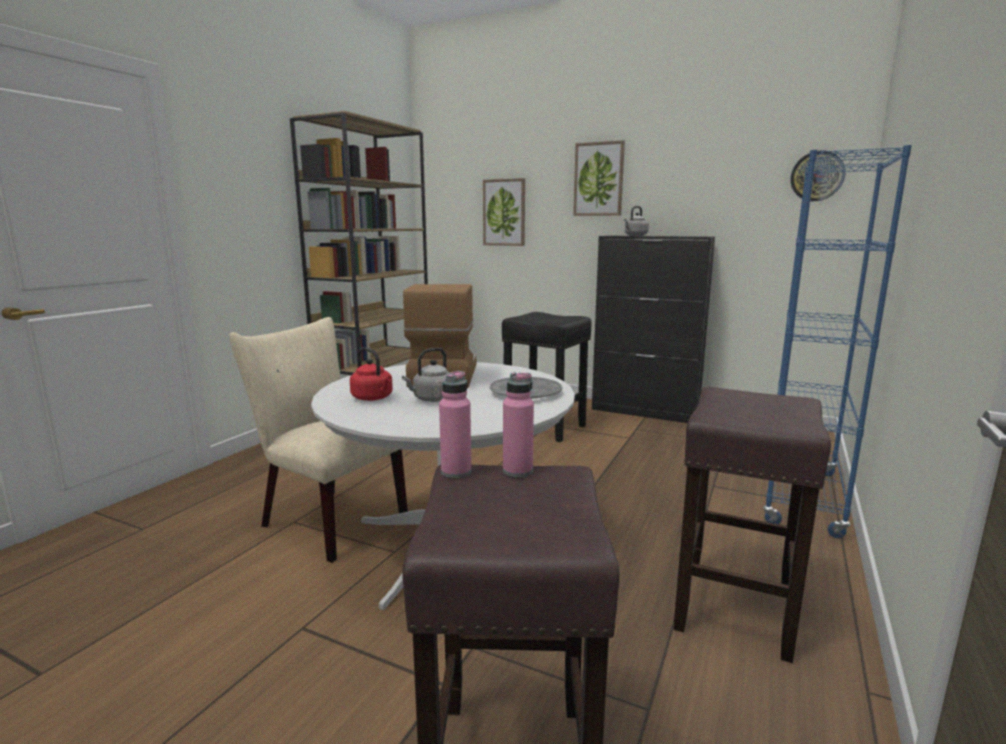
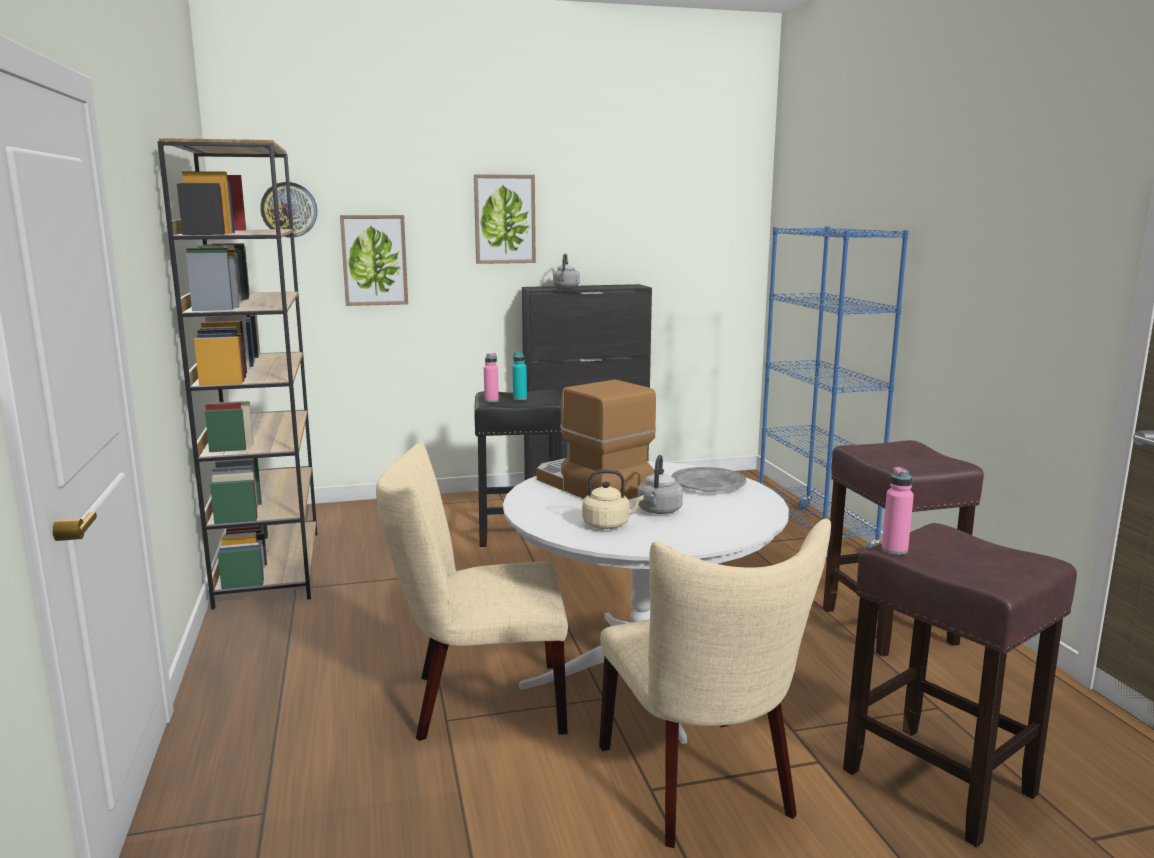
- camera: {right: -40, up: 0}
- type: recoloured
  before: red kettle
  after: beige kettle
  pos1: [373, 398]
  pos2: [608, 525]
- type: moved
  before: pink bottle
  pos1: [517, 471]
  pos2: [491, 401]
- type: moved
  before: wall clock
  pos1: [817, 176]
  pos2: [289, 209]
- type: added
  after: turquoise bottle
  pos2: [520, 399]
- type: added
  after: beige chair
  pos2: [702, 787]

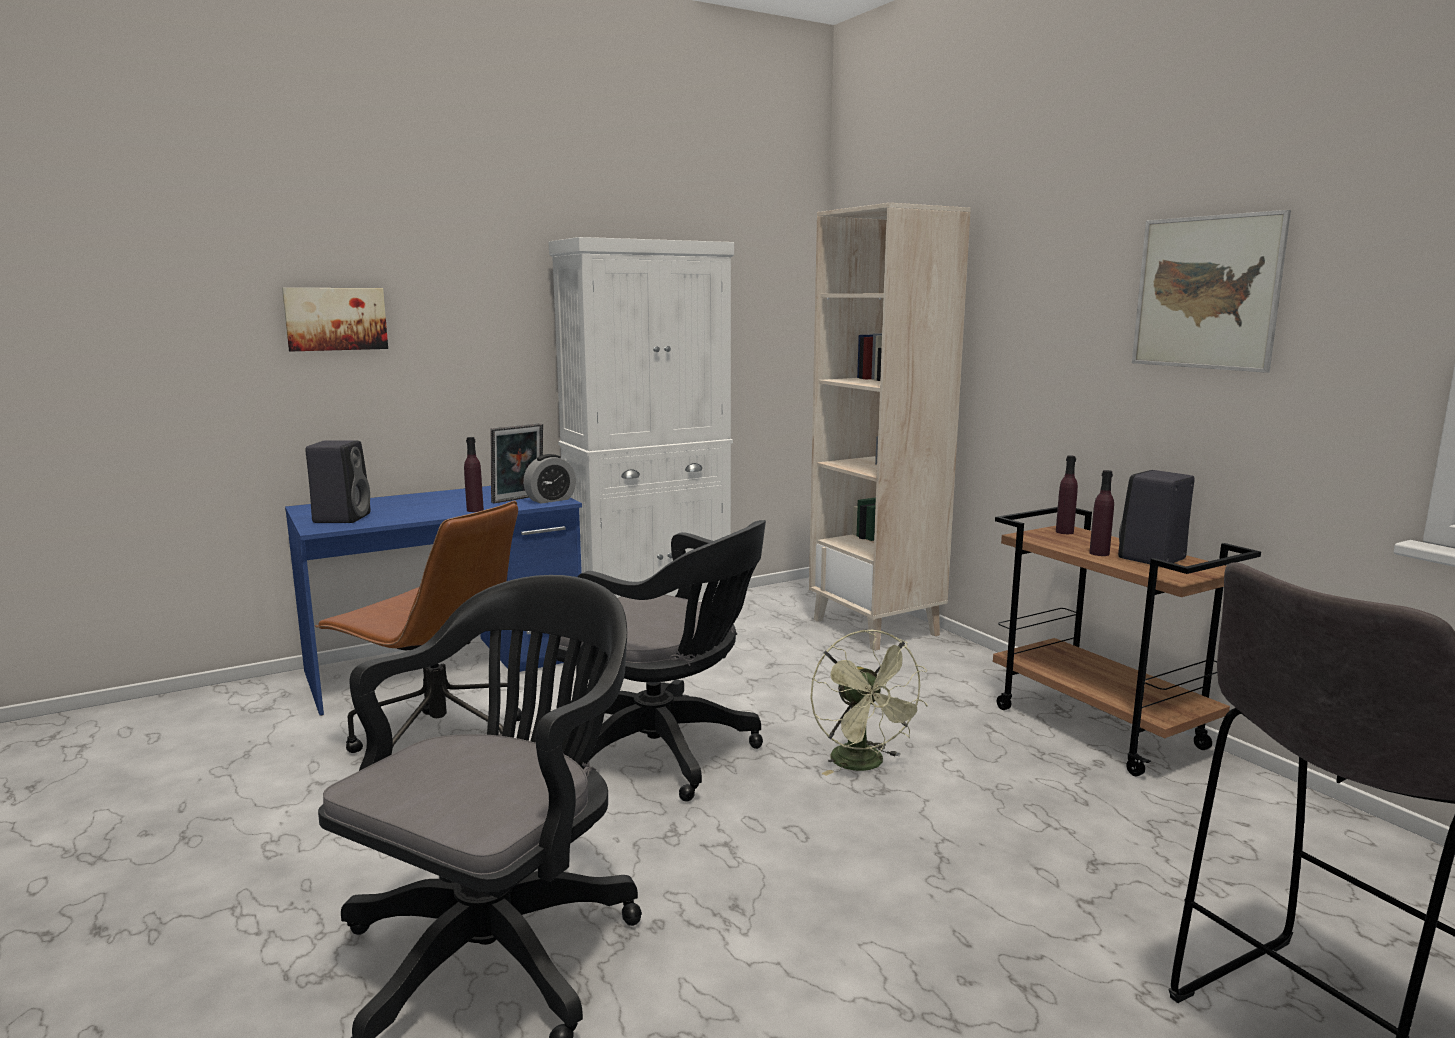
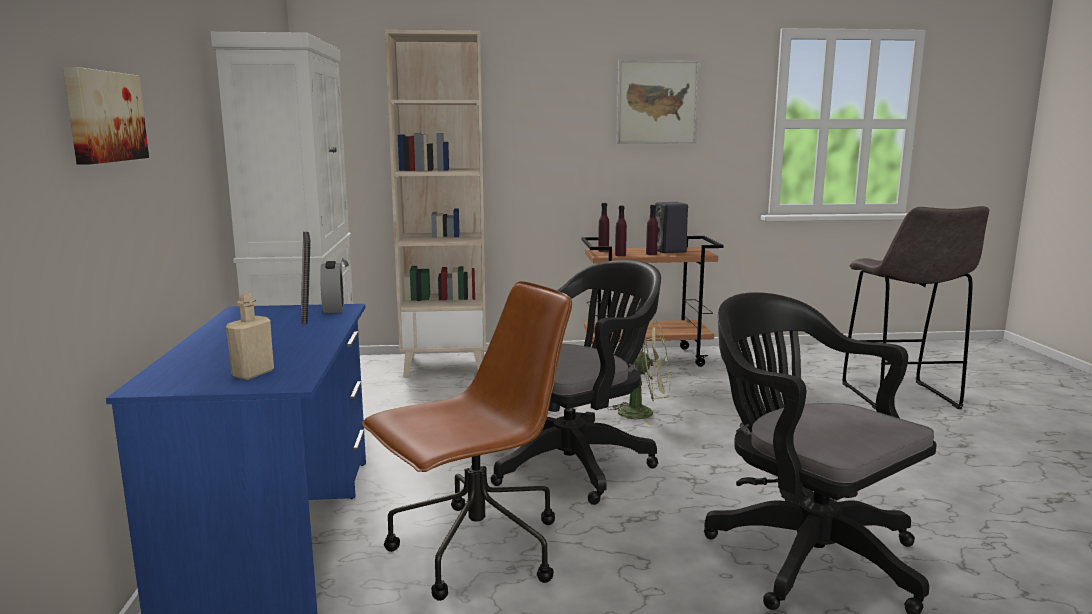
- camera: {right: -65, up: 0}
- type: replaced
  before: black speaker
  after: beige bottle
  pos1: [342, 518]
  pos2: [253, 373]
- type: moved
  before: purple bottle
  pos1: [475, 510]
  pos2: [620, 255]

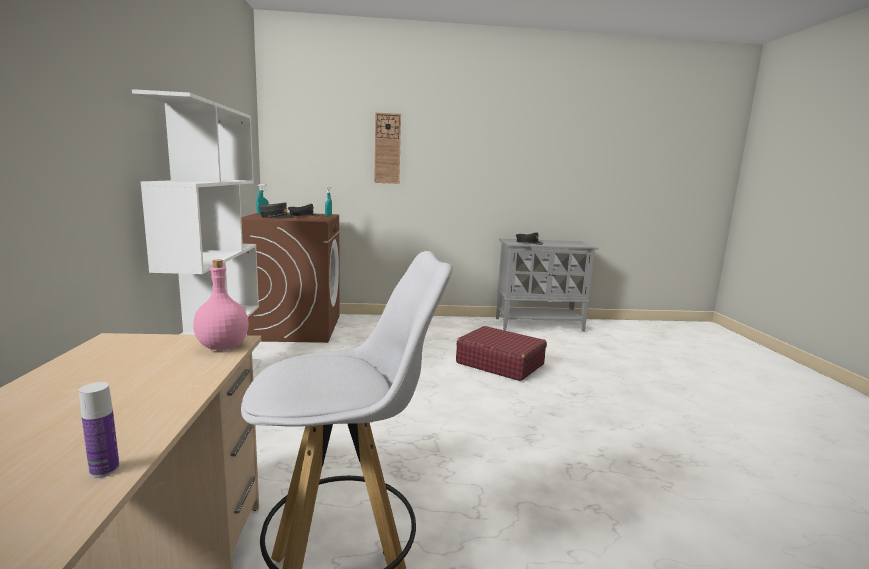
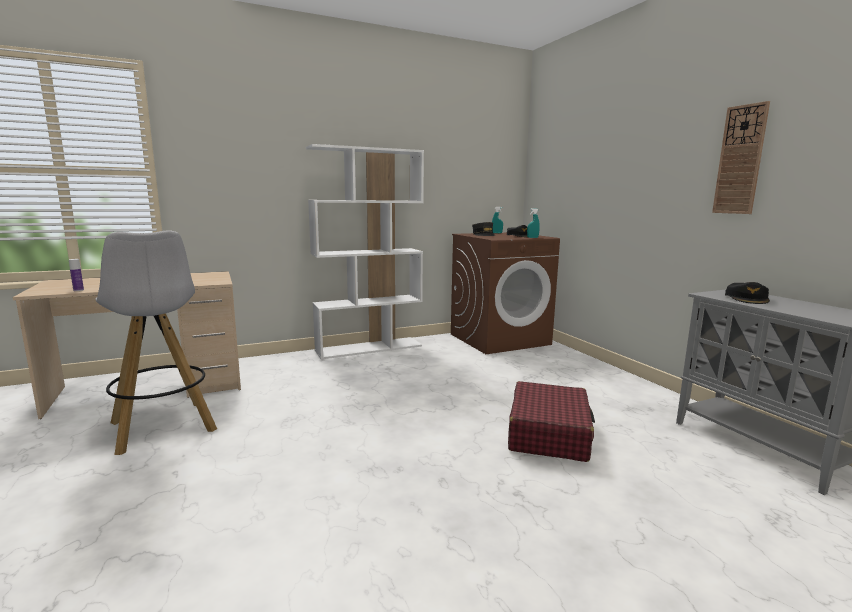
- camera: {right: 70, up: 0}
- type: removed
  before: pink bottle
  pos1: [223, 346]
- type: moved
  before: wall clock
  pos1: [387, 148]
  pos2: [740, 160]

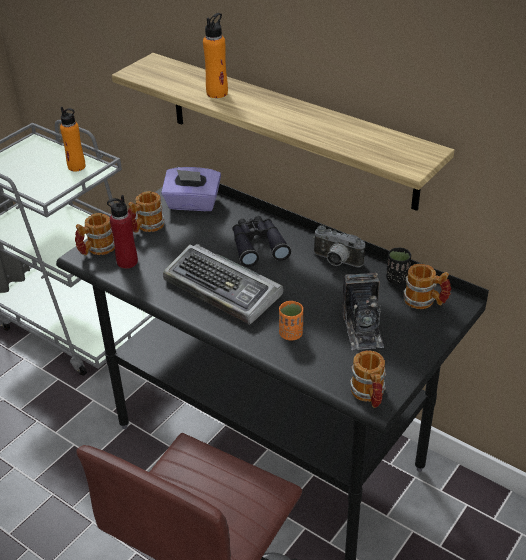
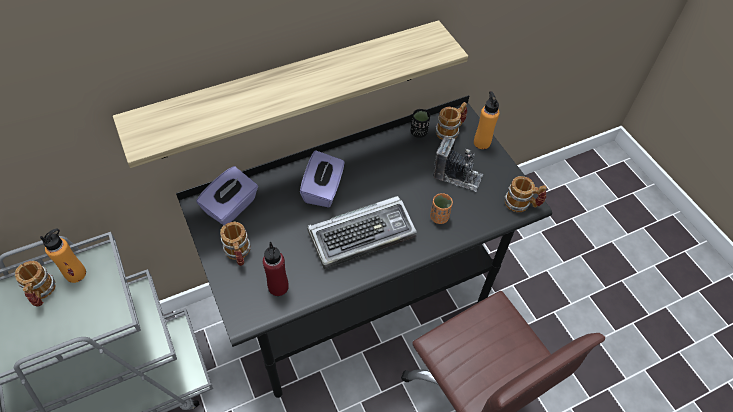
- camera: {right: -65, up: 15}
- type: moved
  before: mug
  pos1: [96, 250]
  pos2: [41, 293]
- type: moved
  before: orange bottle
  pos1: [217, 93]
  pos2: [482, 142]
- type: replaced
  before: black binoculars
  after: purple tissue box
  pos1: [258, 245]
  pos2: [323, 190]
- type: removed
  before: photo camera
  pos1: [336, 262]

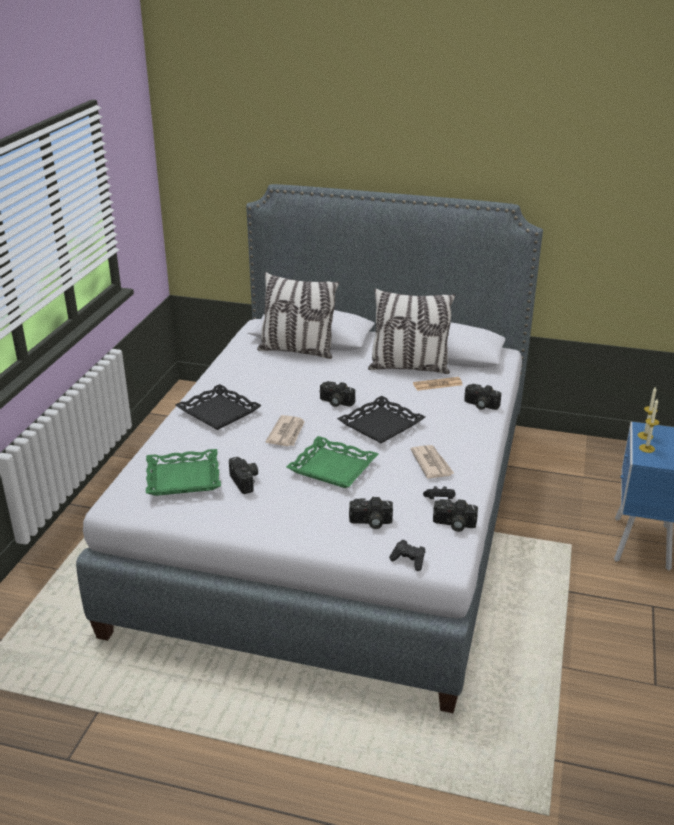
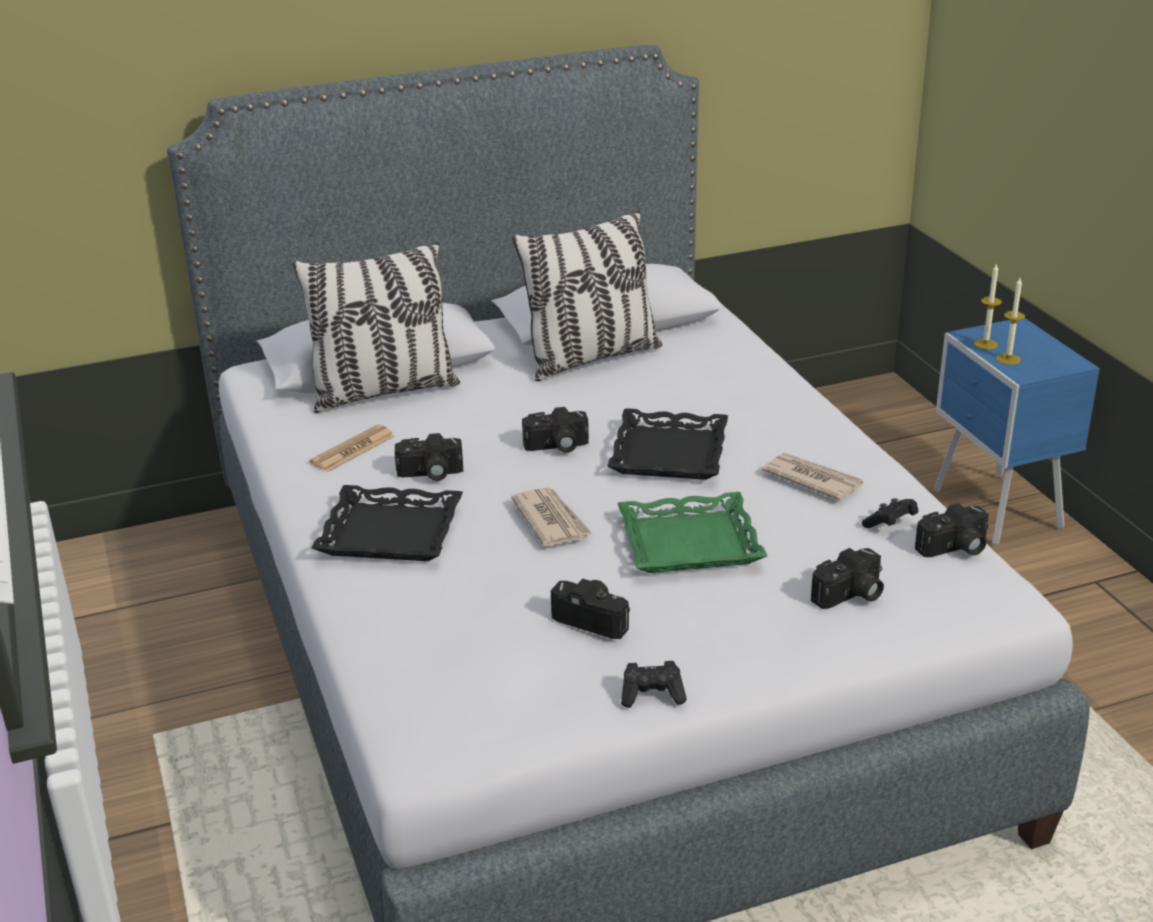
- camera: {right: -35, up: 0}
- type: removed
  before: green tray
  pos1: [183, 478]
- type: moved
  before: black game controller
  pos1: [409, 561]
  pos2: [652, 695]
- type: moved
  before: newspaper
  pos1: [437, 384]
  pos2: [353, 449]
- type: moved
  before: photo camera
  pos1: [480, 405]
  pos2: [430, 474]

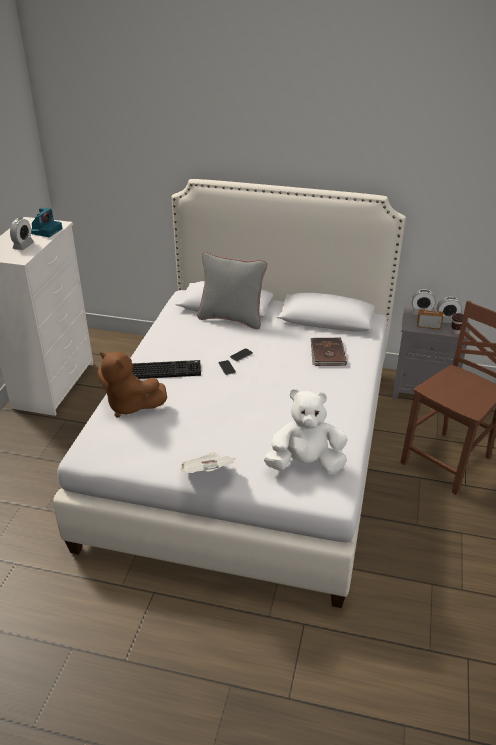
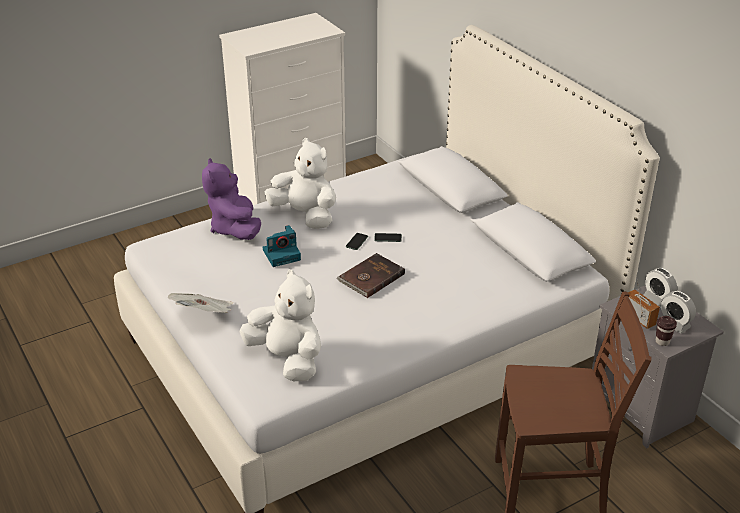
- camera: {right: 45, up: 0}
- type: removed
  before: alarm clock
  pos1: [23, 246]
- type: moved
  before: photo camera
  pos1: [45, 230]
  pos2: [282, 254]
- type: recoloured
  before: brown plush toy
  after: purple plush toy
  pos1: [129, 405]
  pos2: [235, 228]
- type: replaced
  before: keyboard
  after: white plush toy
  pos1: [165, 370]
  pos2: [305, 215]
- type: removed
  before: grey pillow
  pos1: [231, 318]
- type: moved
  before: brown book
  pos1: [327, 354]
  pos2: [370, 277]

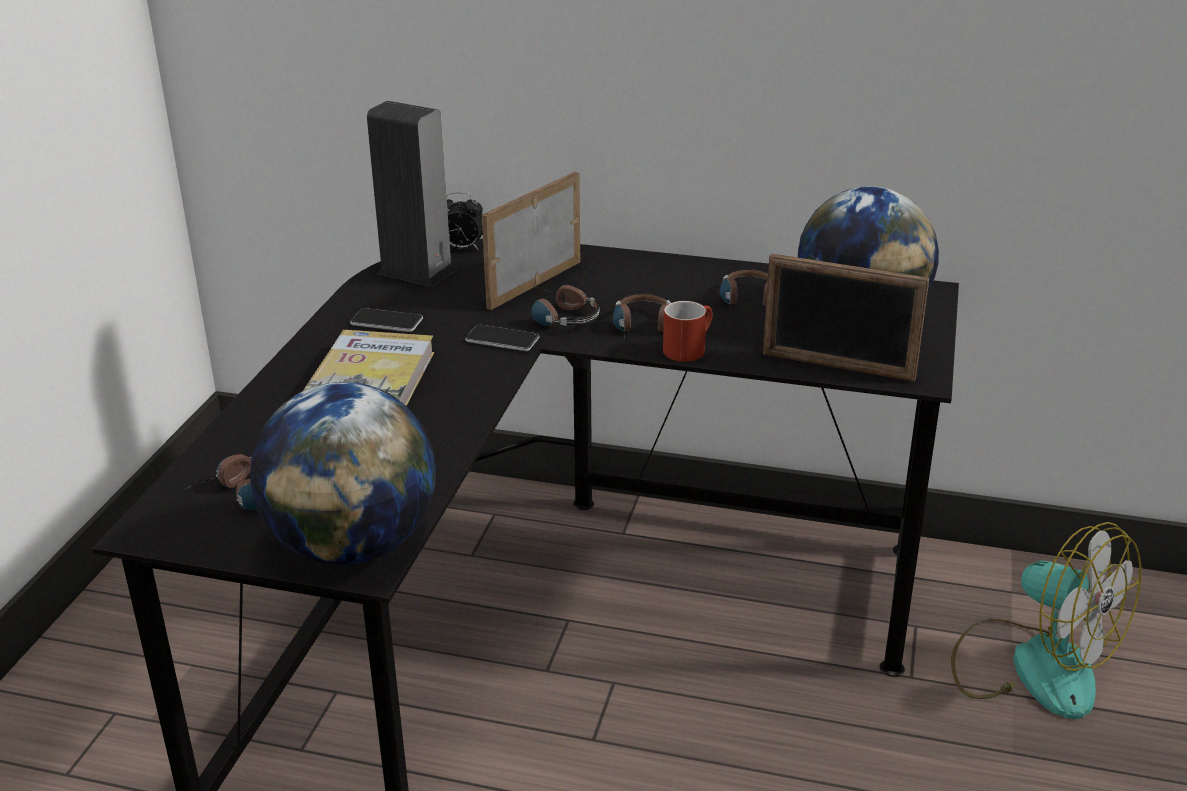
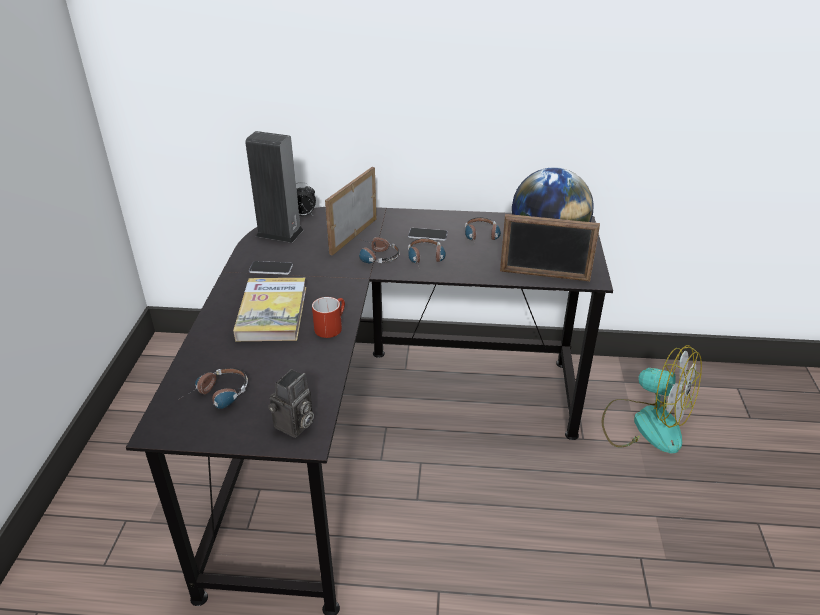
- camera: {right: -10, up: 5}
- type: replaced
  before: globe
  after: photo camera
  pos1: [353, 545]
  pos2: [294, 426]
- type: moved
  before: phone
  pos1: [502, 339]
  pos2: [427, 235]
- type: moved
  before: red mug
  pos1: [688, 348]
  pos2: [331, 326]

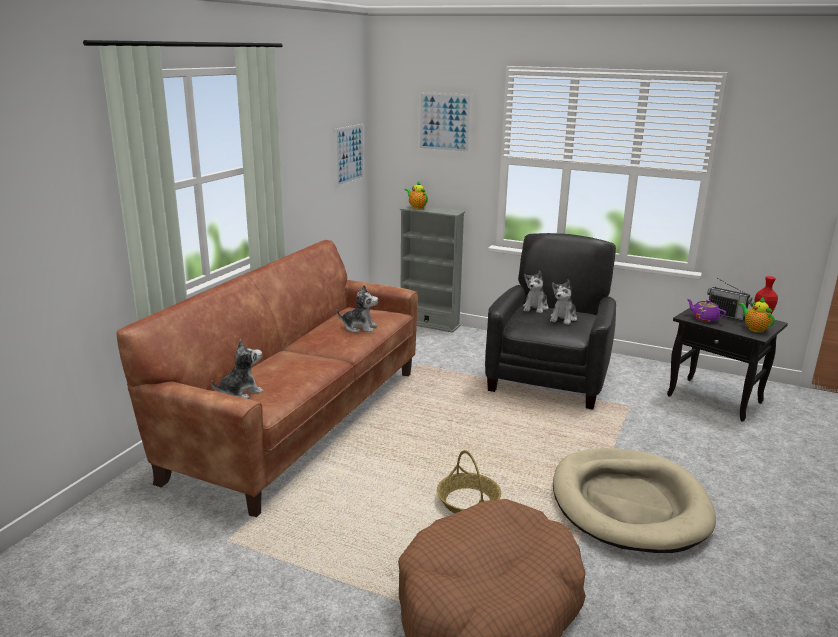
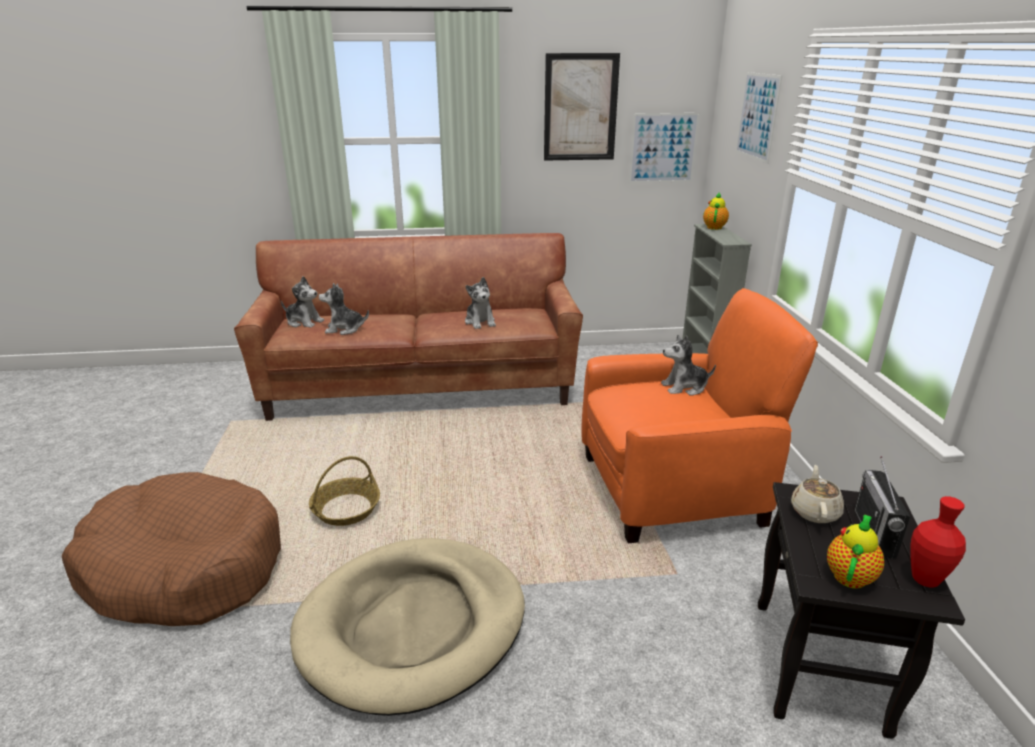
- camera: {right: 60, up: 5}
- type: recoloured
  before: black armchair
  after: orange armchair
  pos1: [549, 378]
  pos2: [673, 489]
- type: moved
  before: plush toy
  pos1: [563, 318]
  pos2: [344, 329]
- type: recoloured
  before: purple teapot
  after: beige teapot
  pos1: [704, 318]
  pos2: [814, 511]
- type: added
  after: picture
  pos2: [580, 108]

